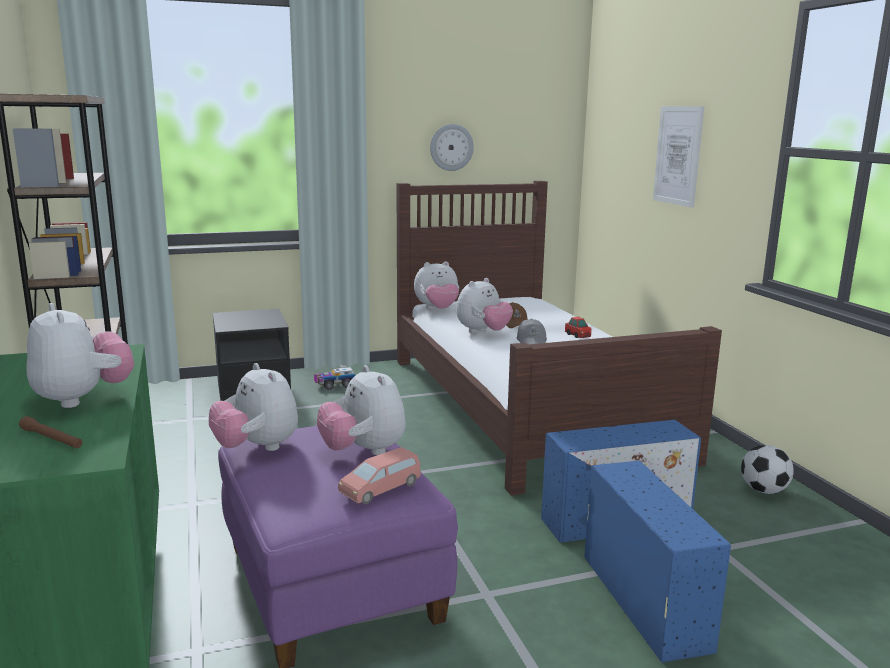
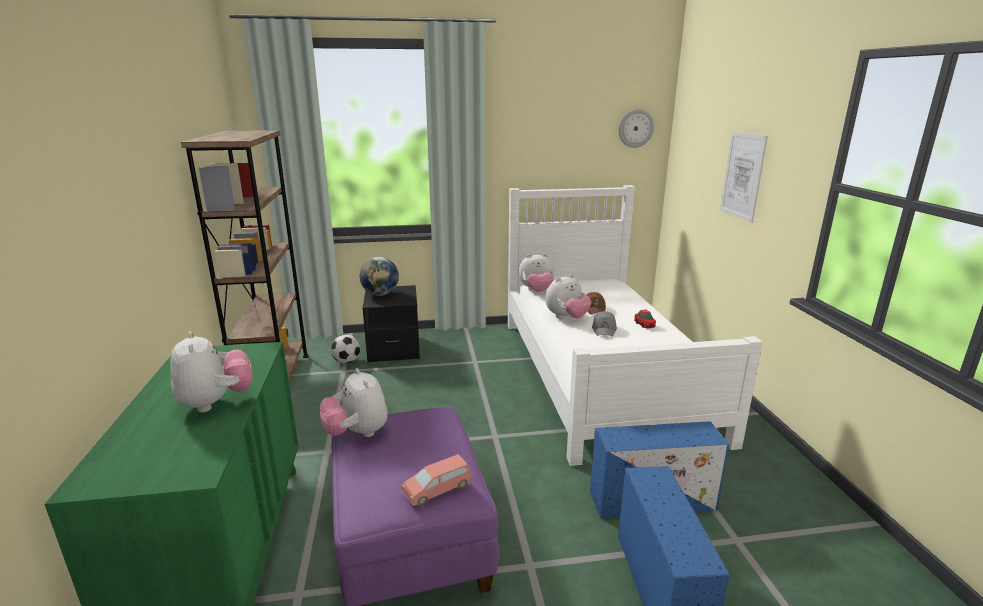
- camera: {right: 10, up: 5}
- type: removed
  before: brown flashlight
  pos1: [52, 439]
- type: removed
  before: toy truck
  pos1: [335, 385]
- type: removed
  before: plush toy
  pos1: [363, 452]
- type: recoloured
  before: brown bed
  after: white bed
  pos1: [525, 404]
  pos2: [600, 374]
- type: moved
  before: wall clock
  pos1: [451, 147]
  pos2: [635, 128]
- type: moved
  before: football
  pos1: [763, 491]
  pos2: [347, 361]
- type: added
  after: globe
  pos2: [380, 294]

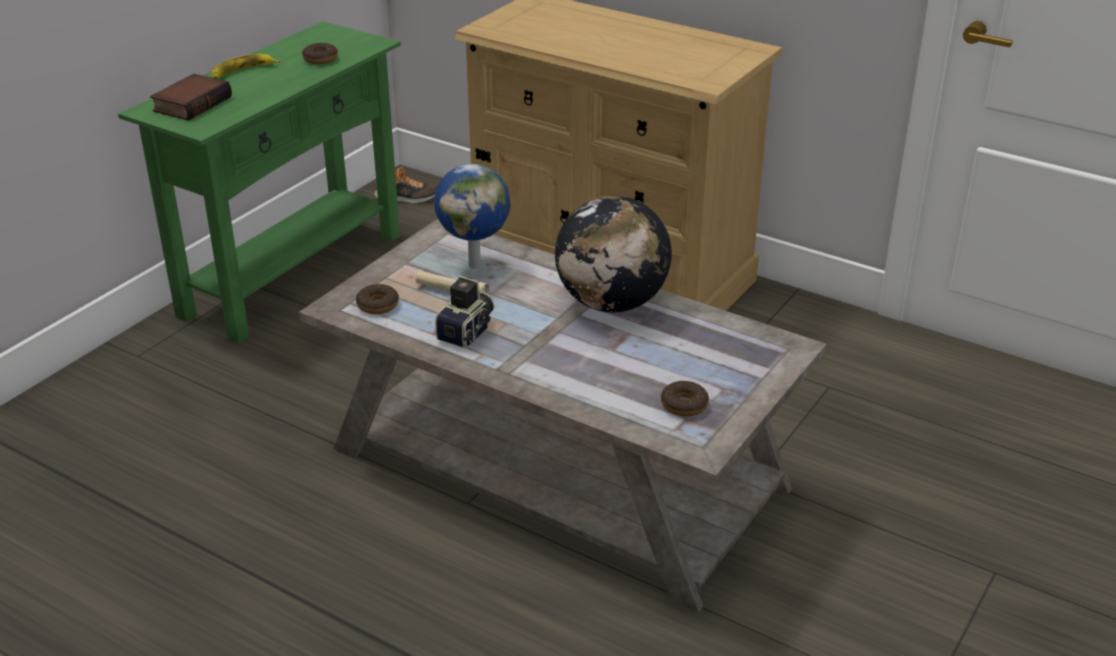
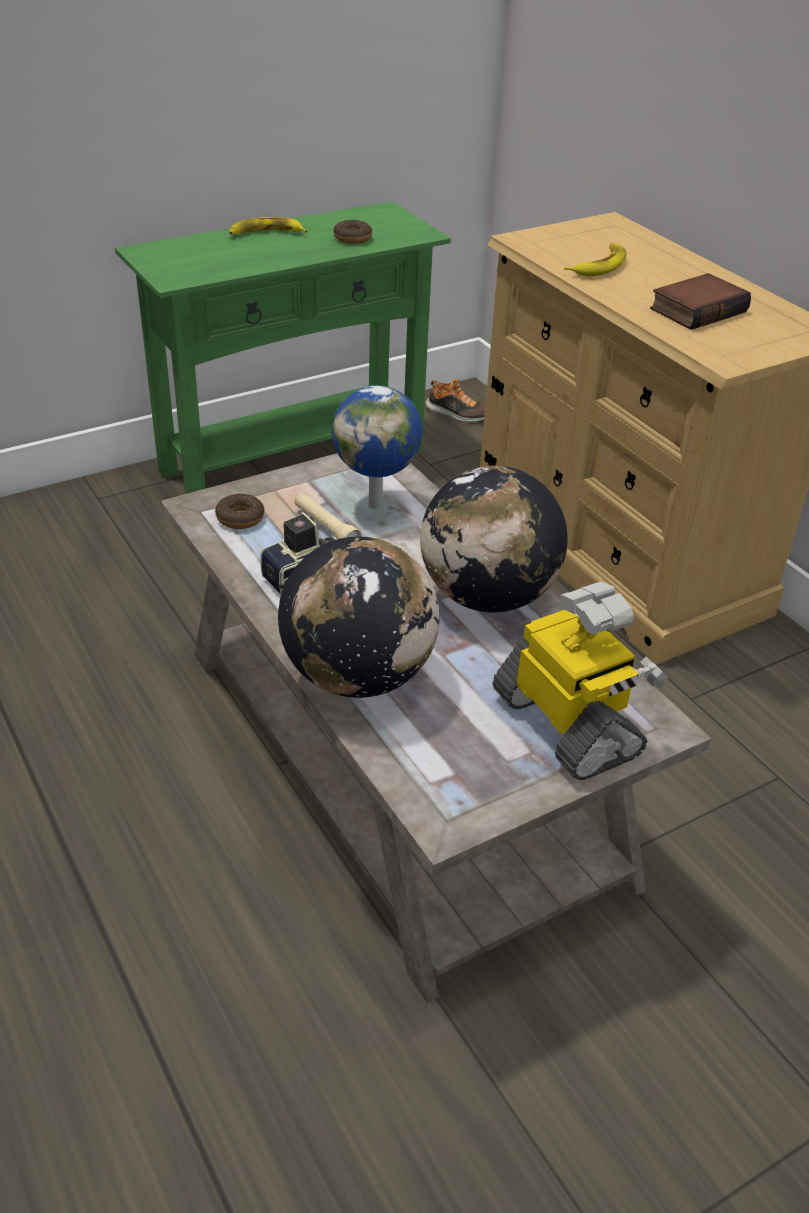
- camera: {right: 25, up: 5}
- type: moved
  before: book
  pos1: [191, 103]
  pos2: [697, 309]
- type: removed
  before: donut
  pos1: [684, 405]
- type: added
  after: globe
  pos2: [358, 676]
- type: added
  after: toy robot
  pos2: [569, 725]
- type: added
  after: banana
  pos2: [599, 266]

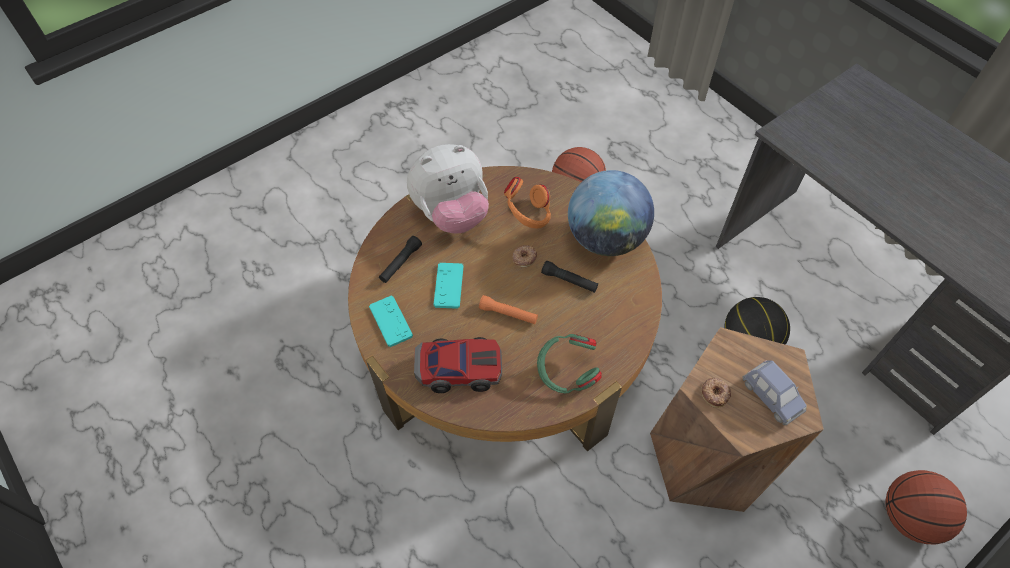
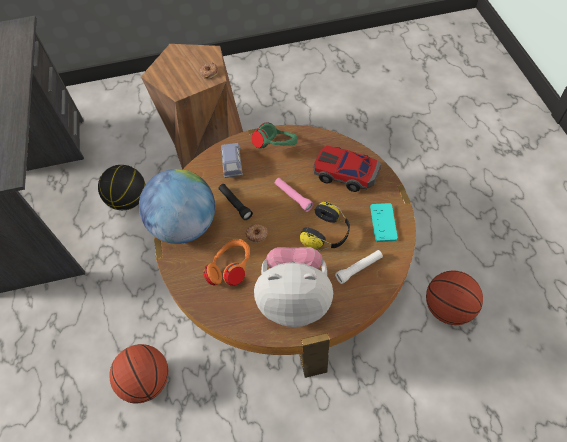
- camera: {right: -150, up: 0}
- type: recoloured
  before: black flashlight
  after: white flashlight
  pos1: [400, 263]
  pos2: [359, 268]
- type: replaced
  before: turquoise game controller
  after: headphones
  pos1: [448, 286]
  pos2: [327, 234]
- type: recoloured
  before: orange flashlight
  after: pink flashlight
  pos1: [508, 314]
  pos2: [293, 197]
- type: moved
  before: blue toy car
  pos1: [771, 397]
  pos2: [232, 164]
- type: moved
  before: basketball
  pos1: [909, 517]
  pos2: [448, 308]

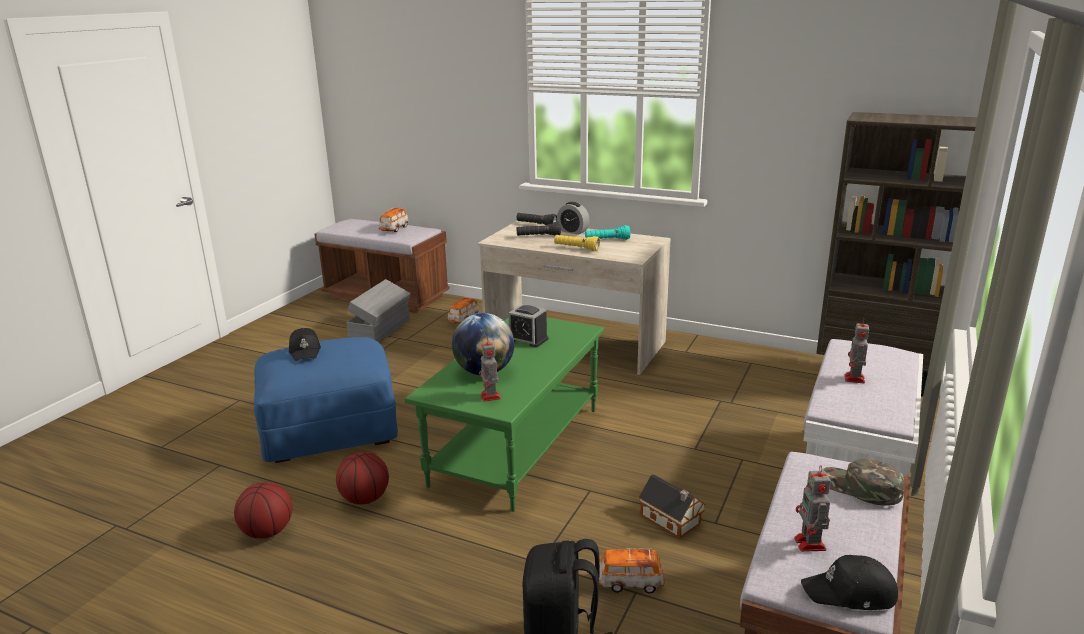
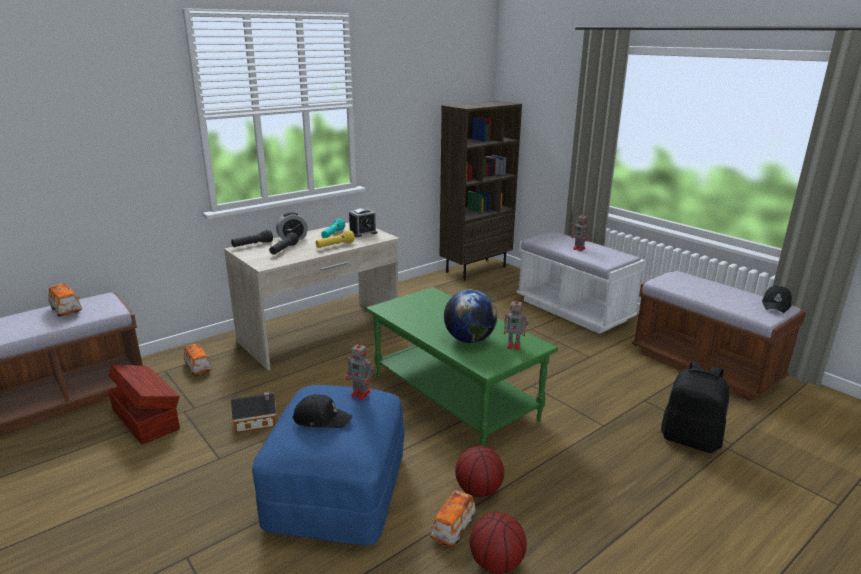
- camera: {right: -65, up: 0}
- type: recoloured
  before: grey storage box
  after: brown storage box
  pos1: [381, 330]
  pos2: [146, 418]
- type: moved
  before: alarm clock
  pos1: [528, 339]
  pos2: [363, 233]
- type: moved
  before: toy car
  pos1: [630, 583]
  pos2: [453, 528]
- type: moved
  before: toy house
  pos1: [671, 520]
  pos2: [257, 422]
- type: moved
  before: toy robot
  pos1: [810, 545]
  pos2: [361, 394]
- type: removed
  before: green cap
  pos1: [860, 487]

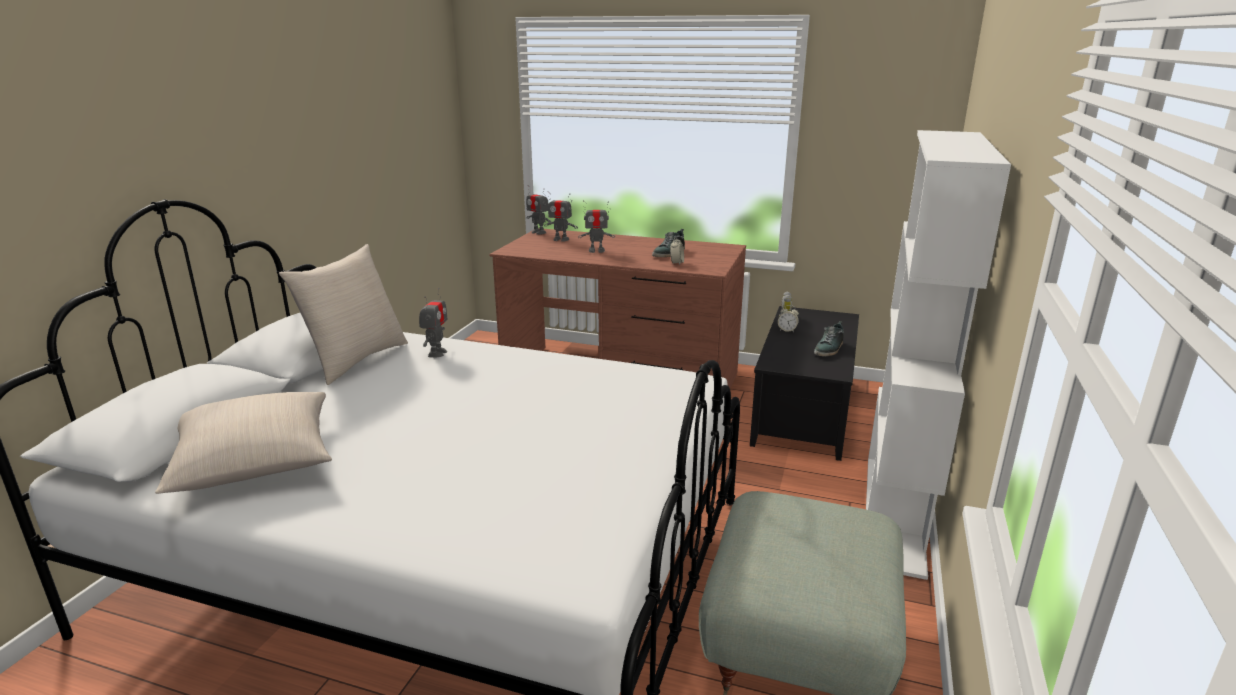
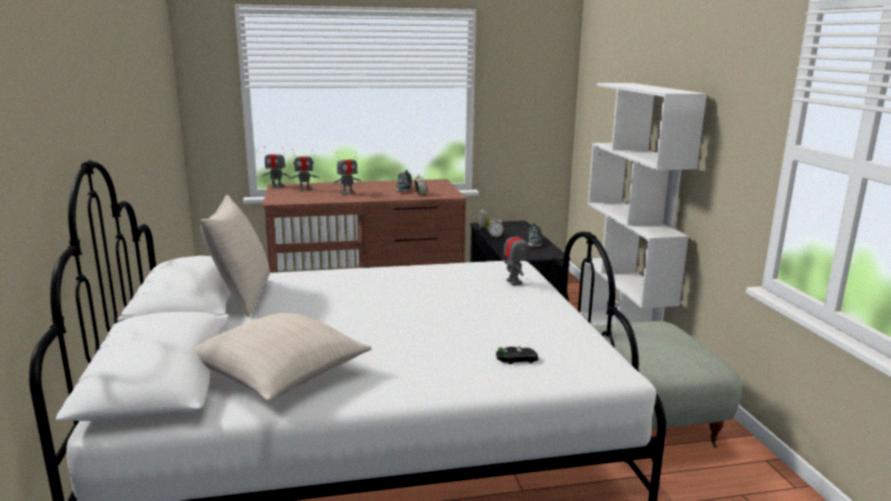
- camera: {right: -30, up: -5}
- type: moved
  before: toy robot
  pos1: [437, 353]
  pos2: [513, 282]
- type: added
  after: toy car
  pos2: [517, 359]

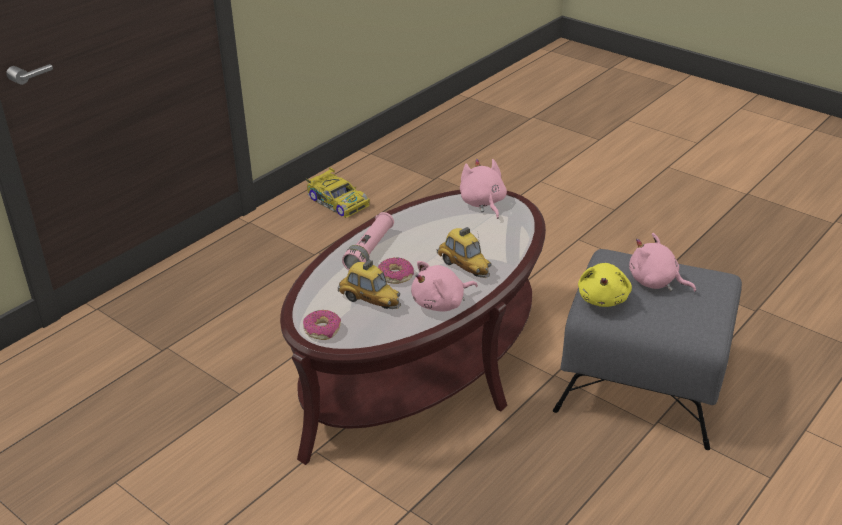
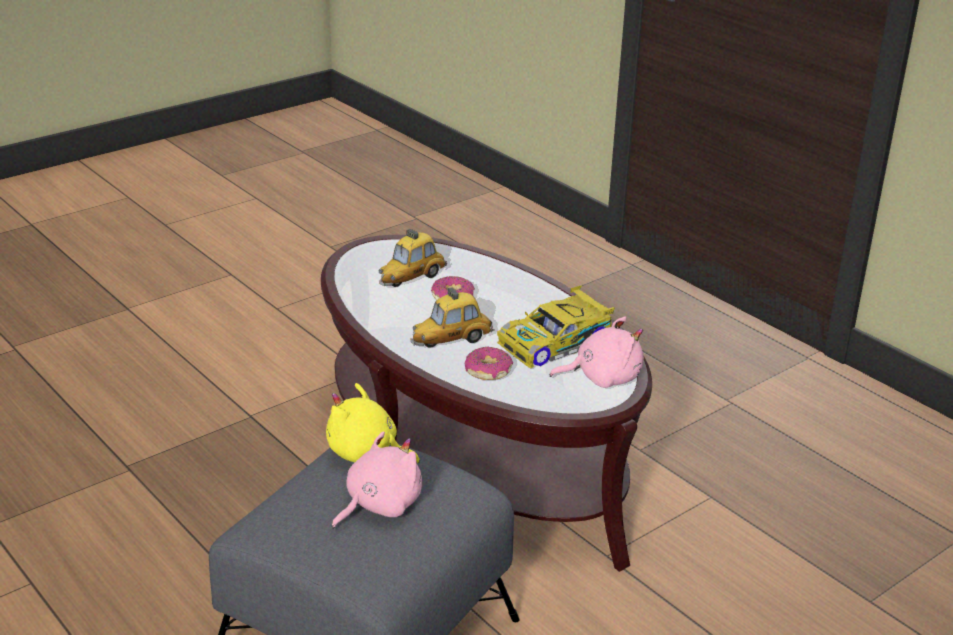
- camera: {right: 100, up: -5}
- type: moved
  before: donut
  pos1: [322, 330]
  pos2: [488, 371]
- type: moved
  before: toy car
  pos1: [337, 201]
  pos2: [556, 342]
- type: removed
  before: pink flashlight
  pos1: [369, 250]
- type: removed
  before: pink plush toy
  pos1: [441, 303]

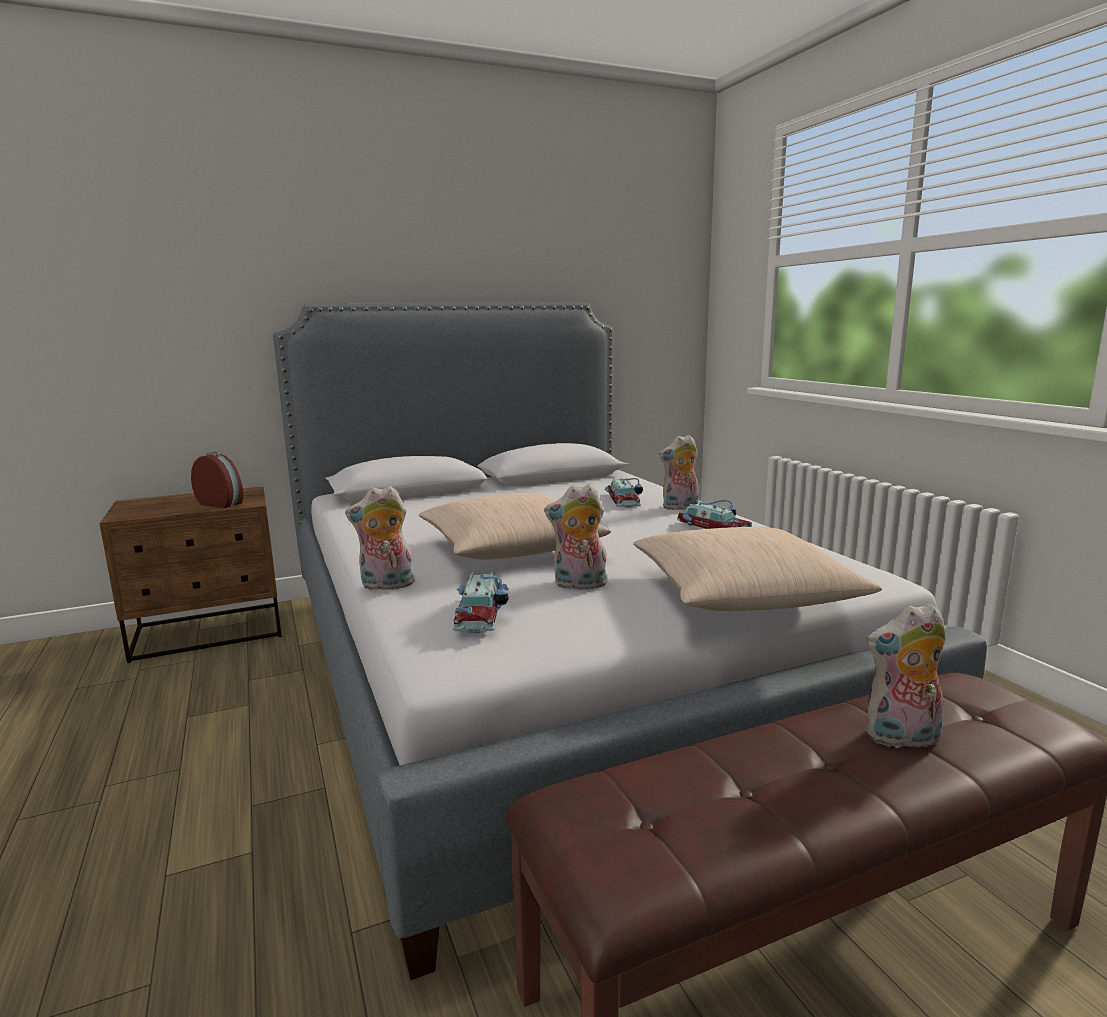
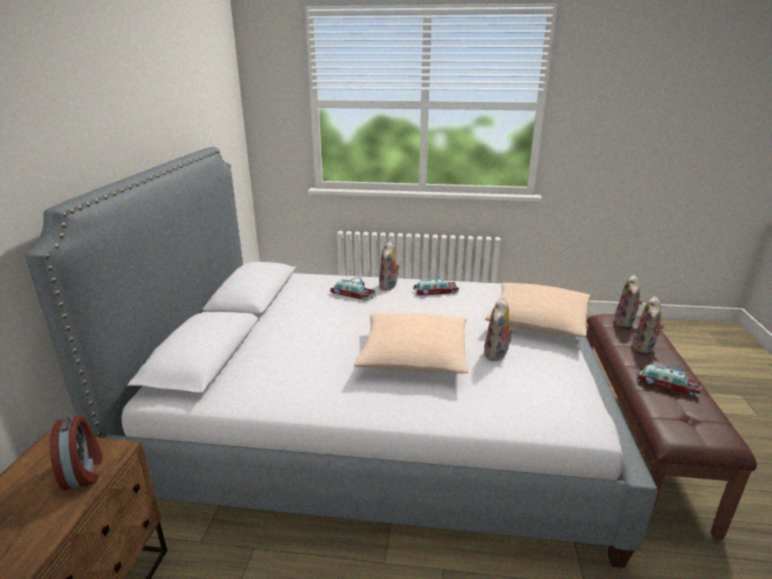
- camera: {right: -60, up: 10}
- type: turned
  before: alarm clock
  pos1: [221, 504]
  pos2: [84, 472]
  turn: 105
- type: moved
  before: plush toy
  pos1: [386, 586]
  pos2: [625, 322]
- type: moved
  before: toy car
  pos1: [482, 611]
  pos2: [667, 384]

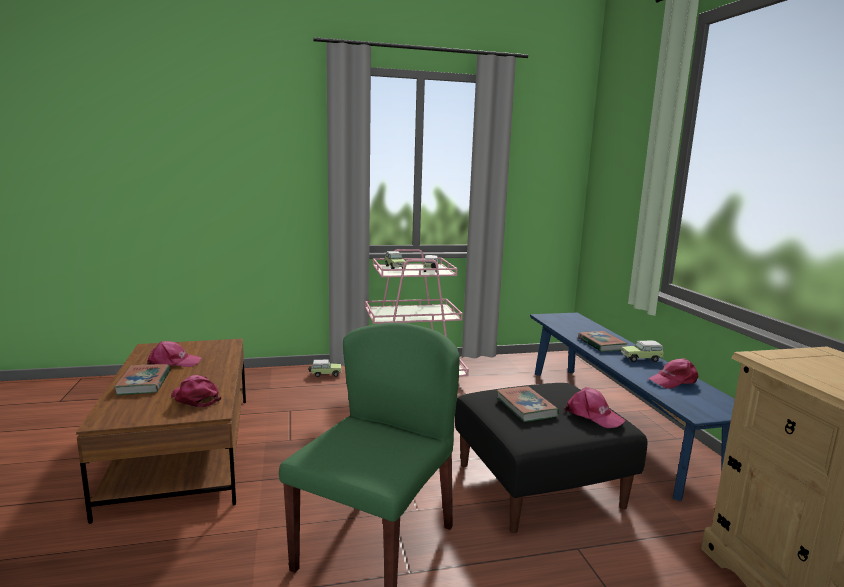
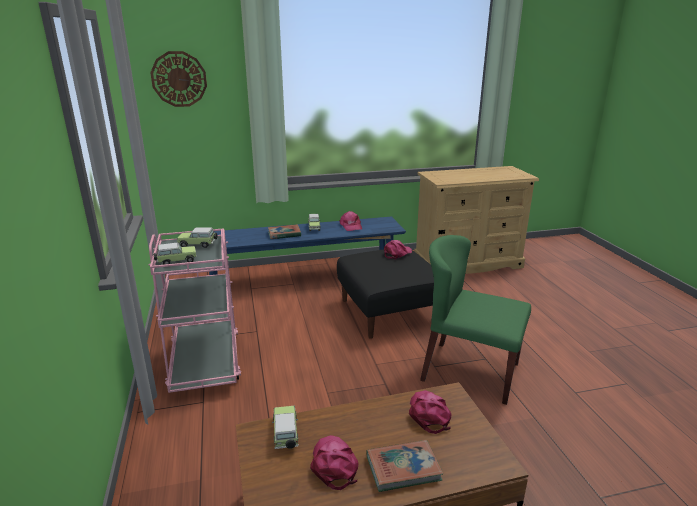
- camera: {right: -90, up: 10}
- type: turned
  before: pink cap
  pos1: [195, 398]
  pos2: [429, 413]
  turn: 135
- type: moved
  before: toy car
  pos1: [325, 374]
  pos2: [285, 435]
- type: removed
  before: book
  pos1: [526, 407]
- type: added
  after: wall clock
  pos2: [179, 79]

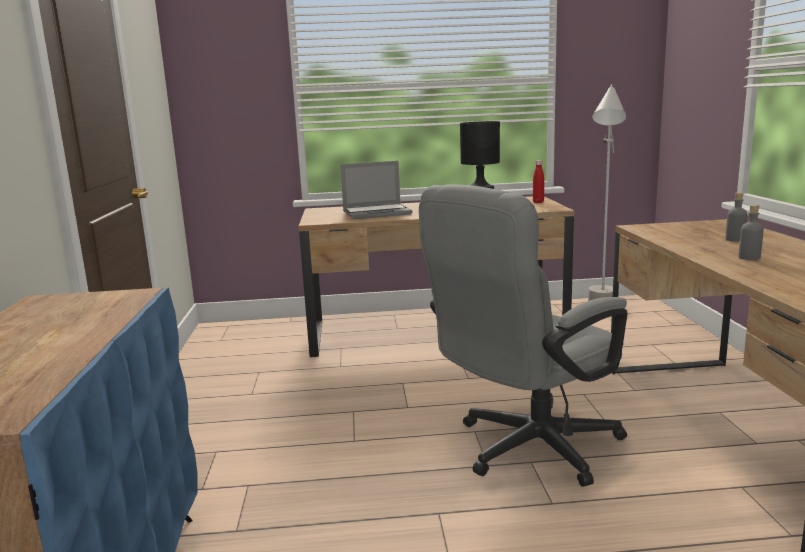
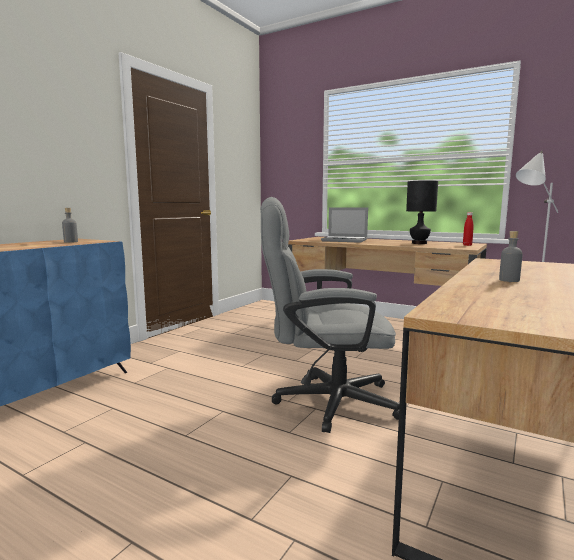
- camera: {right: 35, up: -5}
- type: moved
  before: grey bottle
  pos1: [735, 239]
  pos2: [71, 242]

